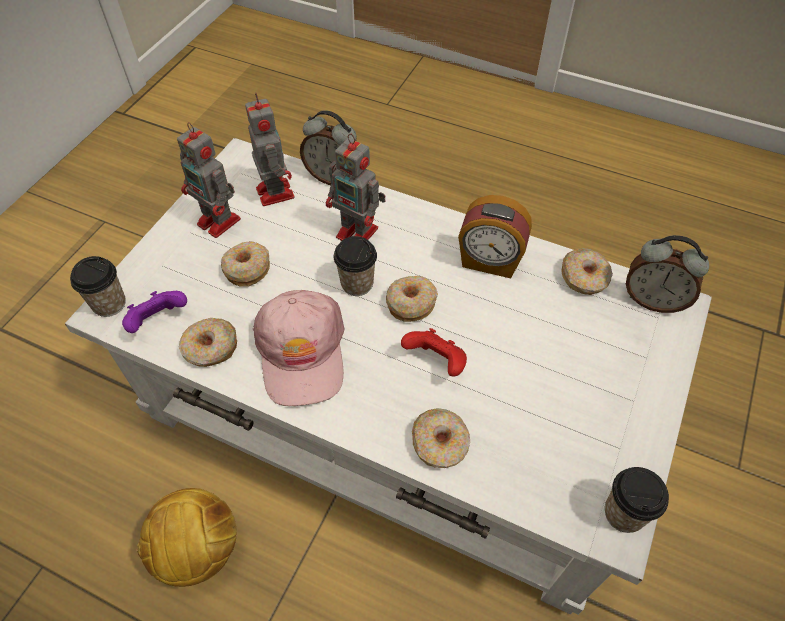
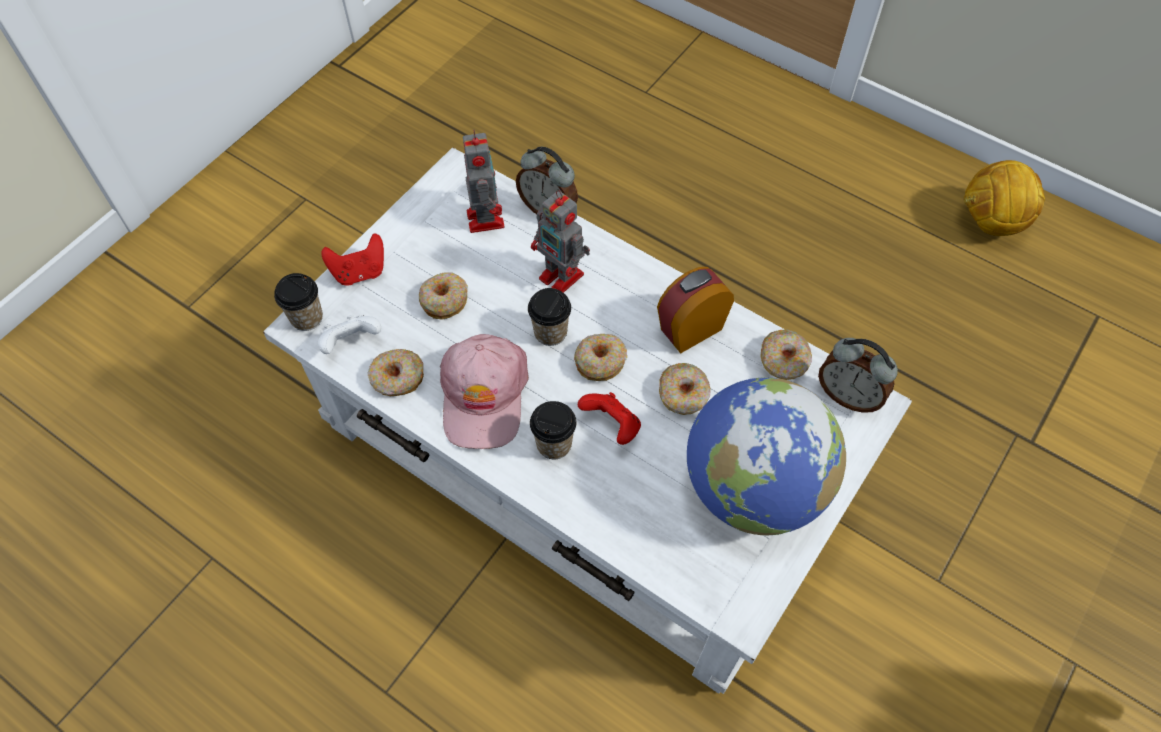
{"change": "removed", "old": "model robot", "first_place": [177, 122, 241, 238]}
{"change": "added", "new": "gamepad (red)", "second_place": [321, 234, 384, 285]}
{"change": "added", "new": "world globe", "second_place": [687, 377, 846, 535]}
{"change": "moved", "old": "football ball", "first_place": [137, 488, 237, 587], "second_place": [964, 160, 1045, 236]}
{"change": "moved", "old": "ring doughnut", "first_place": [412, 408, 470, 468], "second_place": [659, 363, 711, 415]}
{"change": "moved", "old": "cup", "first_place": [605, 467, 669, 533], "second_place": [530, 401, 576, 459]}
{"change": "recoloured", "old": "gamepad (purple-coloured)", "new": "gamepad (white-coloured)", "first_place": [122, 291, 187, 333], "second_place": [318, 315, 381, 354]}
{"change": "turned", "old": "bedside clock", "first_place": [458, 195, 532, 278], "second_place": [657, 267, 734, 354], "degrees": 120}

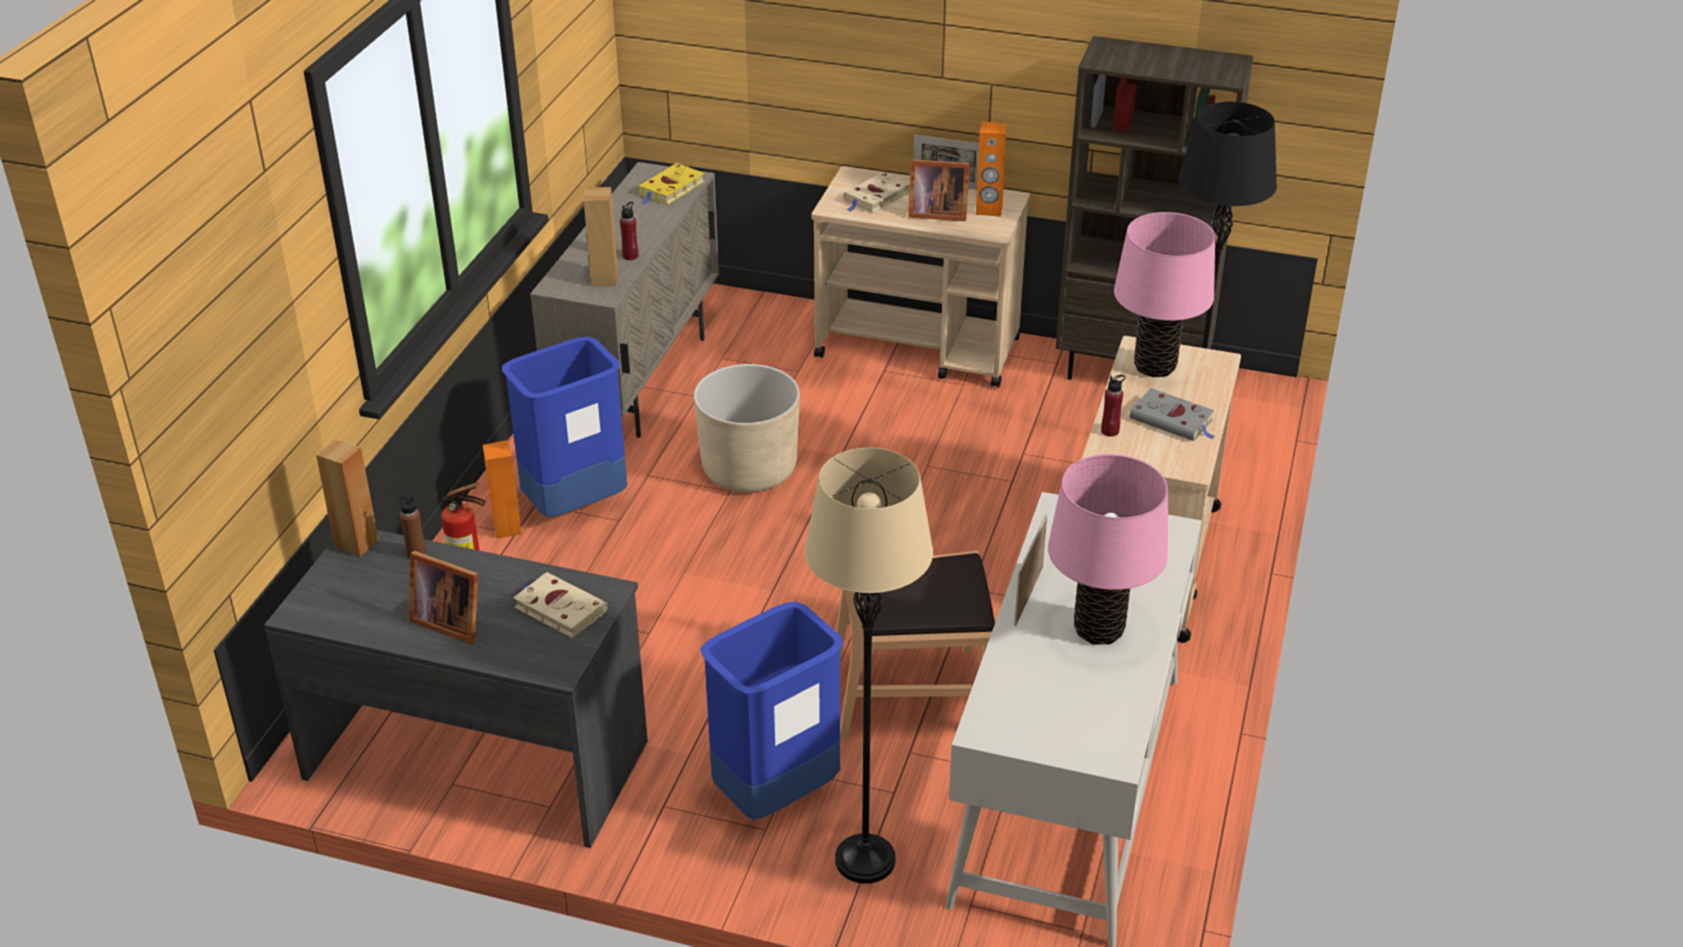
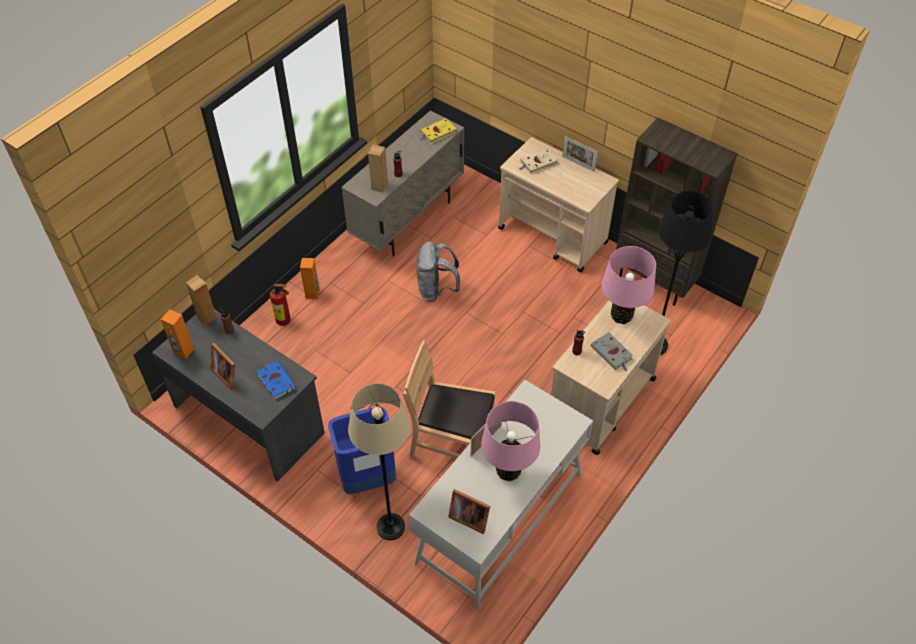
{"change": "removed", "old": "trash can (blue)", "first_place": [502, 337, 627, 517]}
{"change": "moved", "old": "picture frame", "first_place": [908, 159, 970, 221], "second_place": [448, 489, 490, 534]}
{"change": "moved", "old": "speaker (orange)", "first_place": [976, 122, 1006, 216], "second_place": [161, 309, 194, 359]}
{"change": "replaced", "old": "planter (beige-coloured)", "new": "backpack (gray)", "first_place": [694, 364, 800, 492], "second_place": [417, 241, 460, 302]}
{"change": "recoloured", "old": "book (beige-coloured)", "new": "book (blue)", "first_place": [513, 572, 607, 638], "second_place": [257, 361, 296, 400]}

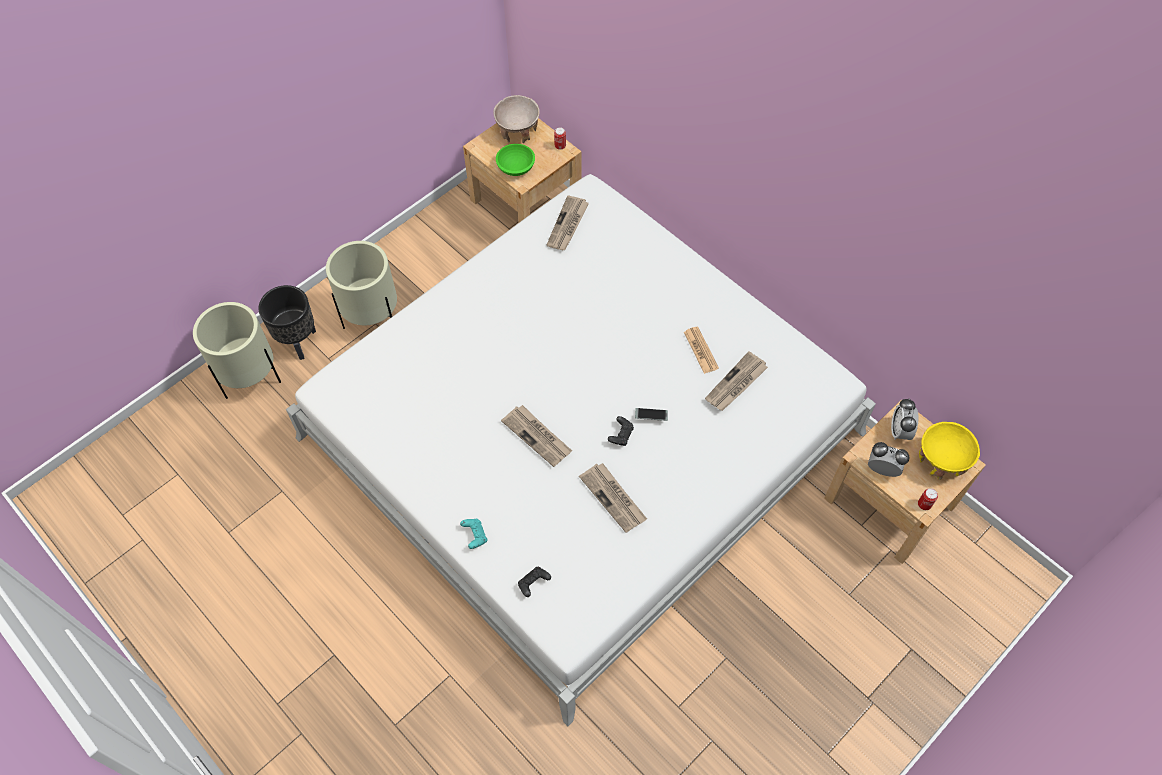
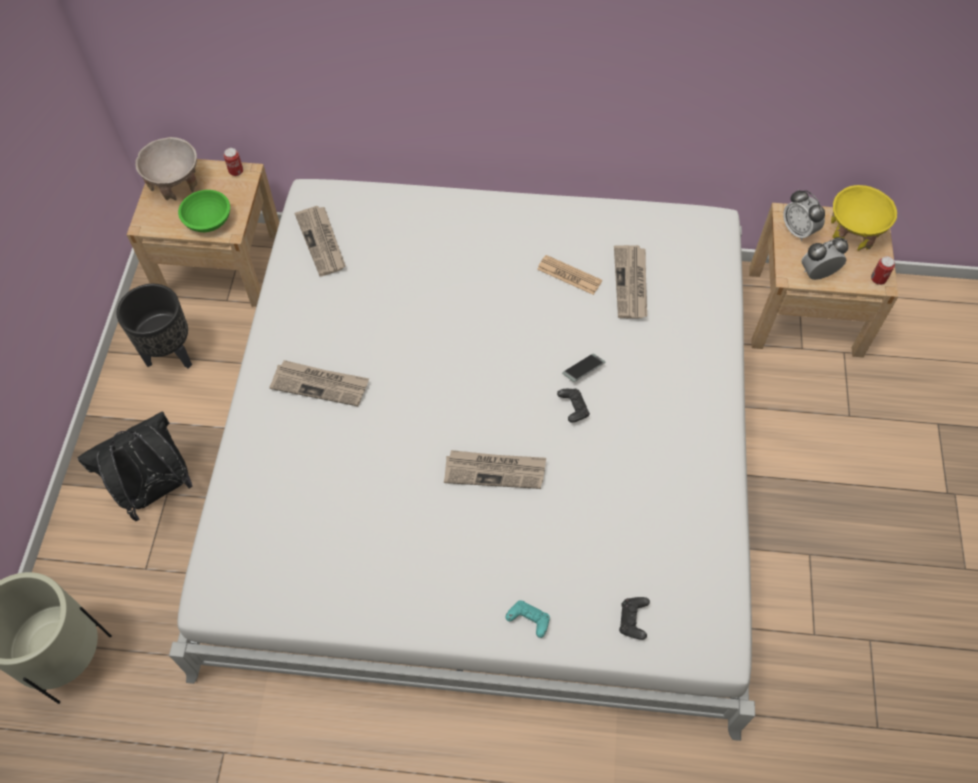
{"change": "moved", "old": "planter (blackish)", "first_place": [258, 285, 316, 360], "second_place": [116, 284, 192, 369]}
{"change": "moved", "old": "printed paper", "first_place": [579, 463, 647, 533], "second_place": [270, 360, 369, 406]}
{"change": "replaced", "old": "planter (beige-coloured)", "new": "backpack (blackish)", "first_place": [326, 241, 397, 329], "second_place": [78, 411, 193, 521]}

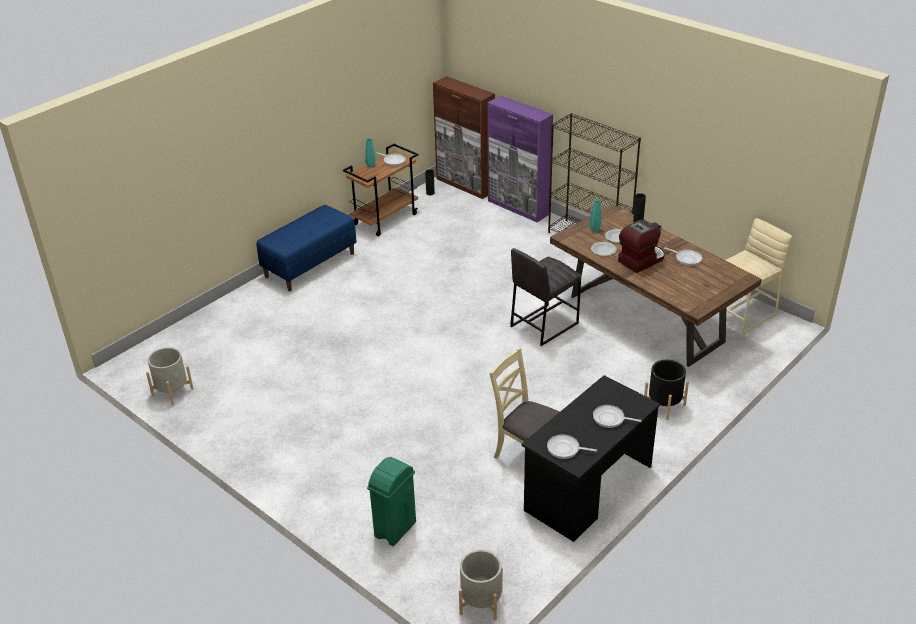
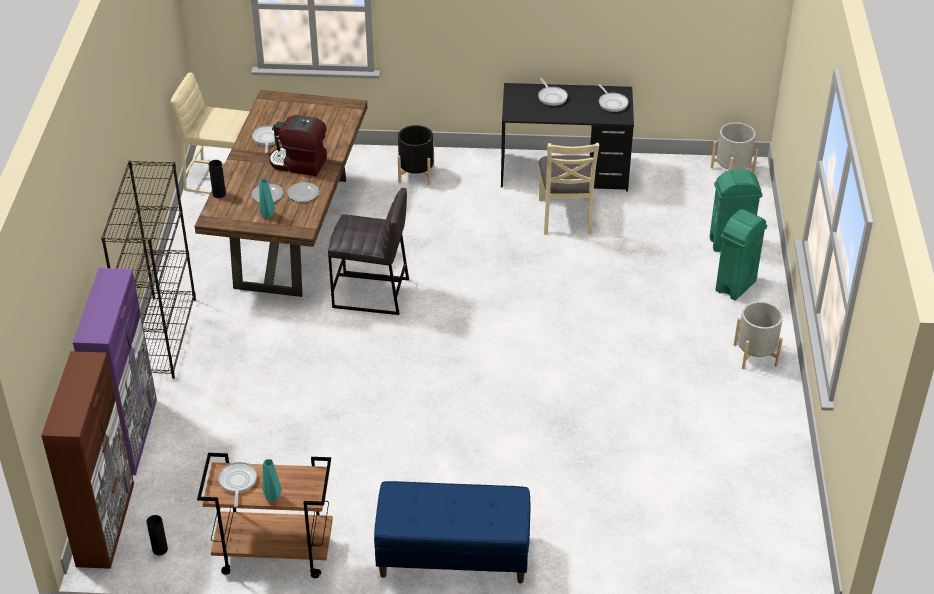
{"change": "added", "new": "trash can (greenish)", "second_place": [715, 209, 767, 300]}
{"change": "moved", "old": "planter (gray)", "first_place": [146, 347, 194, 405], "second_place": [734, 301, 783, 369]}

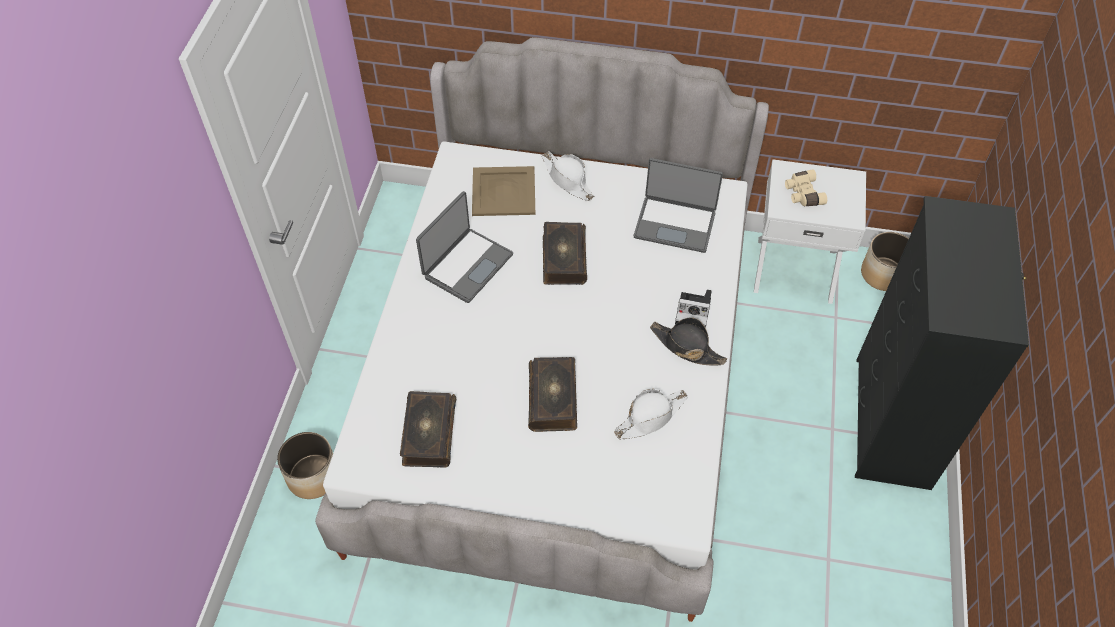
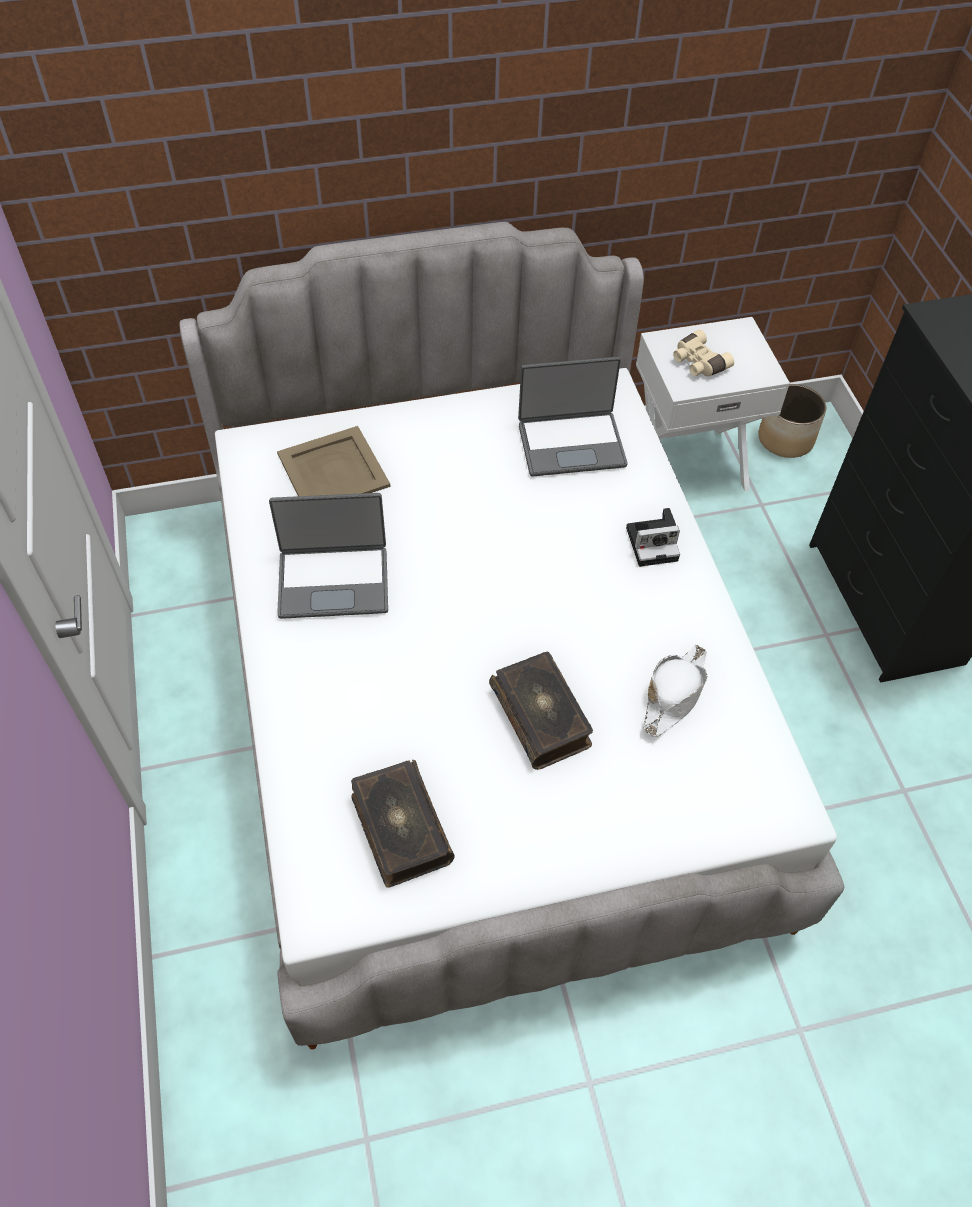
{"change": "removed", "old": "planter", "first_place": [277, 432, 333, 499]}
{"change": "removed", "old": "clothing hat (white-coloured)", "first_place": [542, 151, 594, 201]}
{"change": "removed", "old": "book", "first_place": [543, 222, 587, 285]}
{"change": "removed", "old": "clothing hat (blackish)", "first_place": [650, 317, 727, 365]}
{"change": "turned", "old": "portable computer", "first_place": [416, 191, 513, 303], "second_place": [269, 493, 388, 619], "degrees": 75}

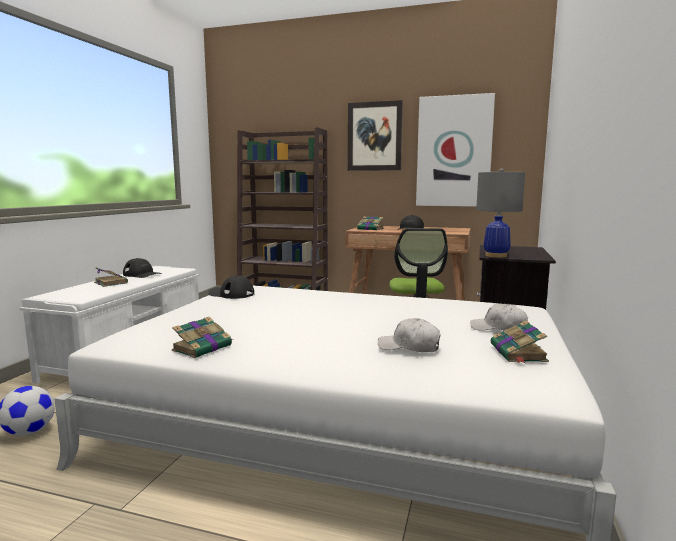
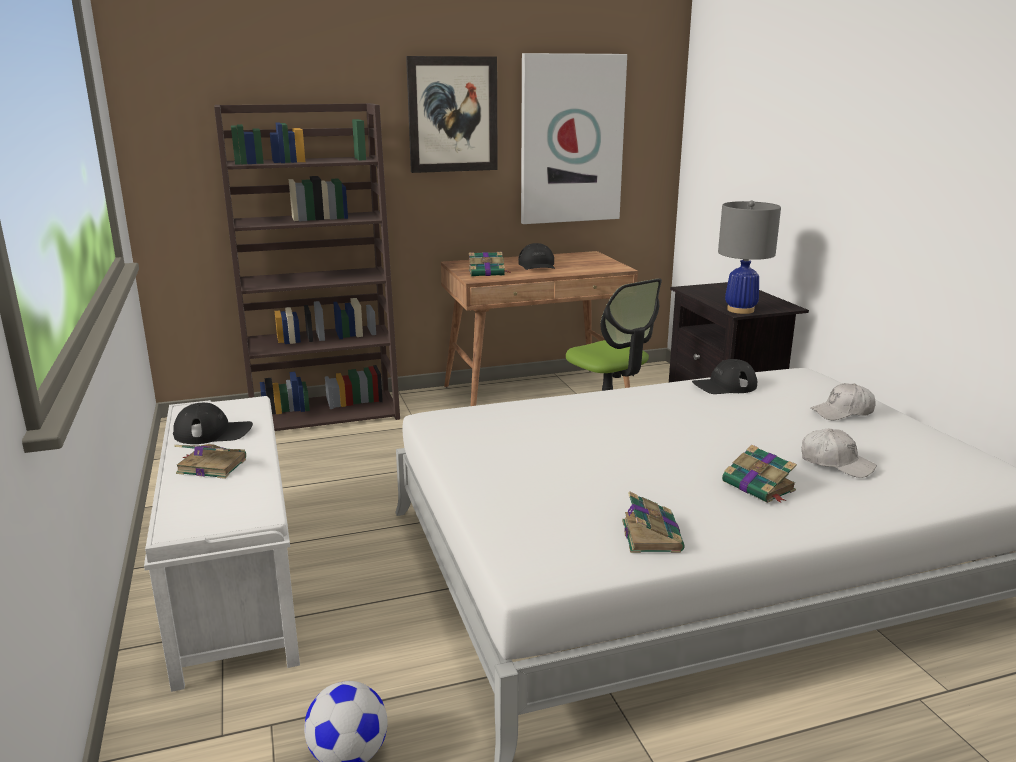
{"change": "moved", "old": "cap (blackish)", "first_place": [208, 276, 254, 299], "second_place": [692, 359, 757, 394]}
{"change": "moved", "old": "book", "first_place": [491, 321, 549, 363], "second_place": [722, 445, 797, 503]}
{"change": "turned", "old": "cap (white-coloured)", "first_place": [378, 318, 440, 352], "second_place": [802, 429, 877, 478], "degrees": -135}

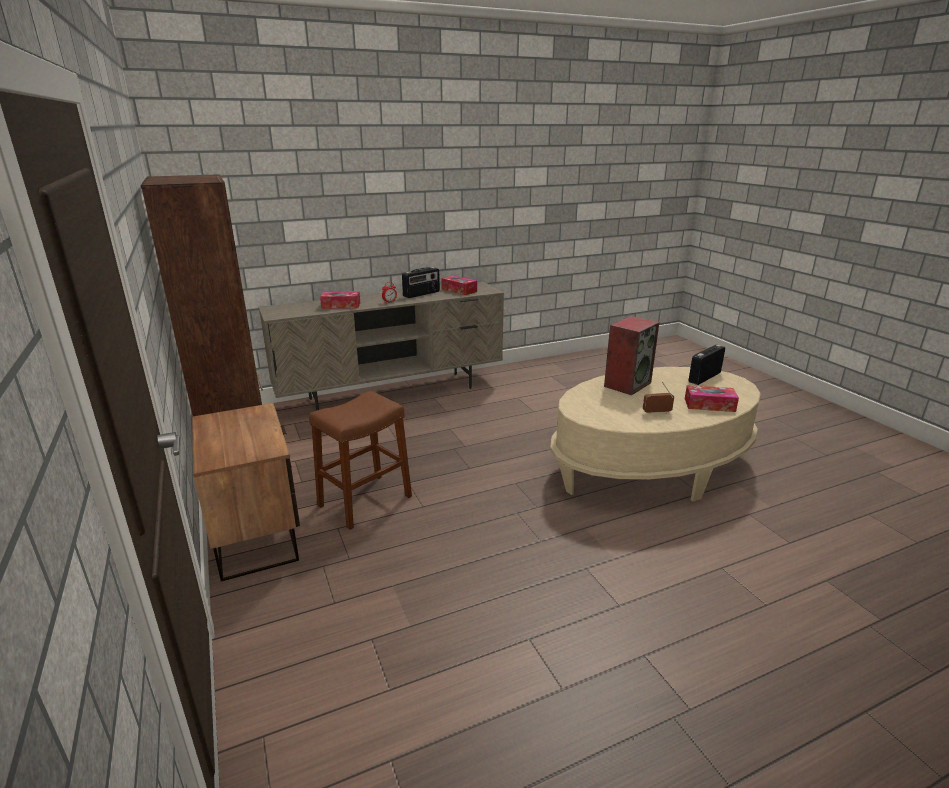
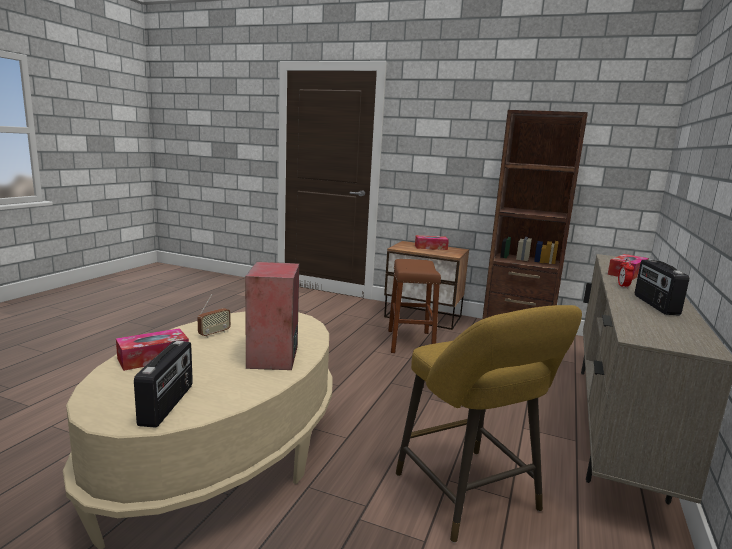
{"change": "added", "new": "stool seat (yellowish)", "second_place": [396, 305, 582, 543]}
{"change": "moved", "old": "box of tissues", "first_place": [441, 275, 477, 295], "second_place": [415, 235, 449, 250]}

